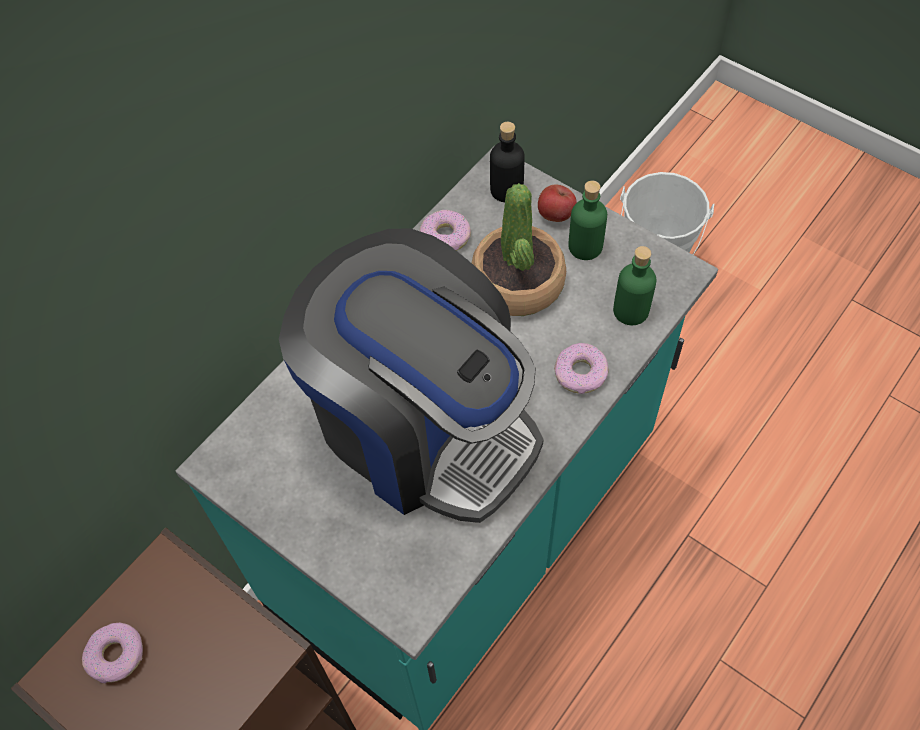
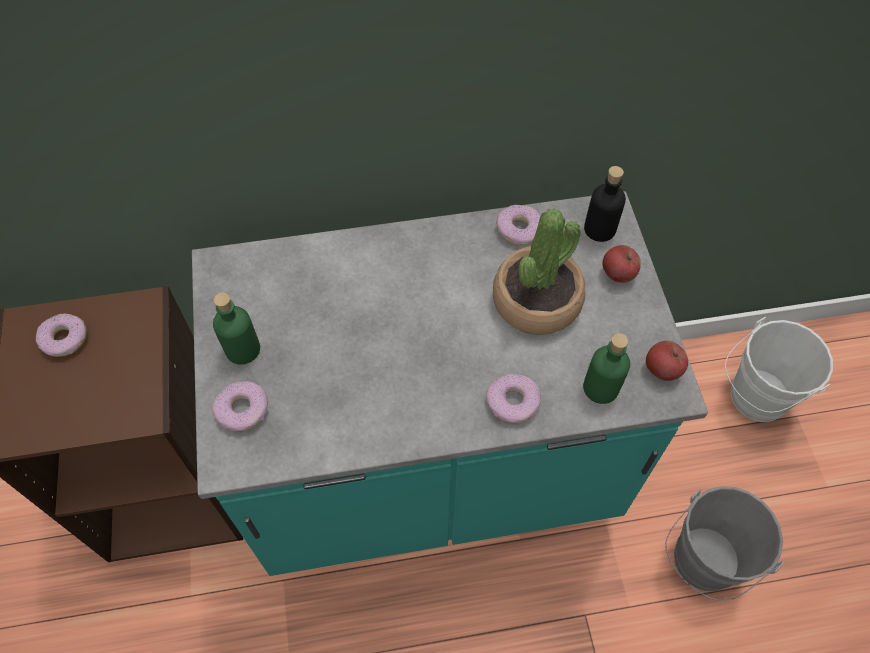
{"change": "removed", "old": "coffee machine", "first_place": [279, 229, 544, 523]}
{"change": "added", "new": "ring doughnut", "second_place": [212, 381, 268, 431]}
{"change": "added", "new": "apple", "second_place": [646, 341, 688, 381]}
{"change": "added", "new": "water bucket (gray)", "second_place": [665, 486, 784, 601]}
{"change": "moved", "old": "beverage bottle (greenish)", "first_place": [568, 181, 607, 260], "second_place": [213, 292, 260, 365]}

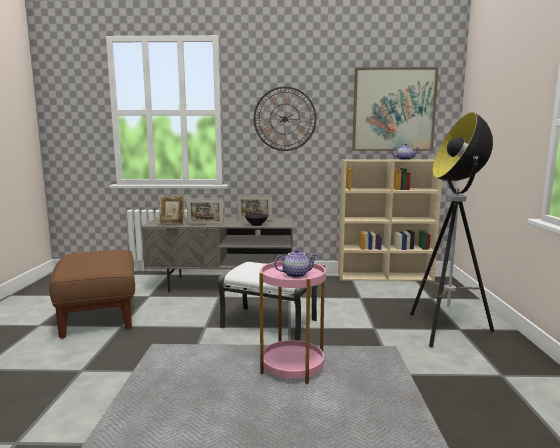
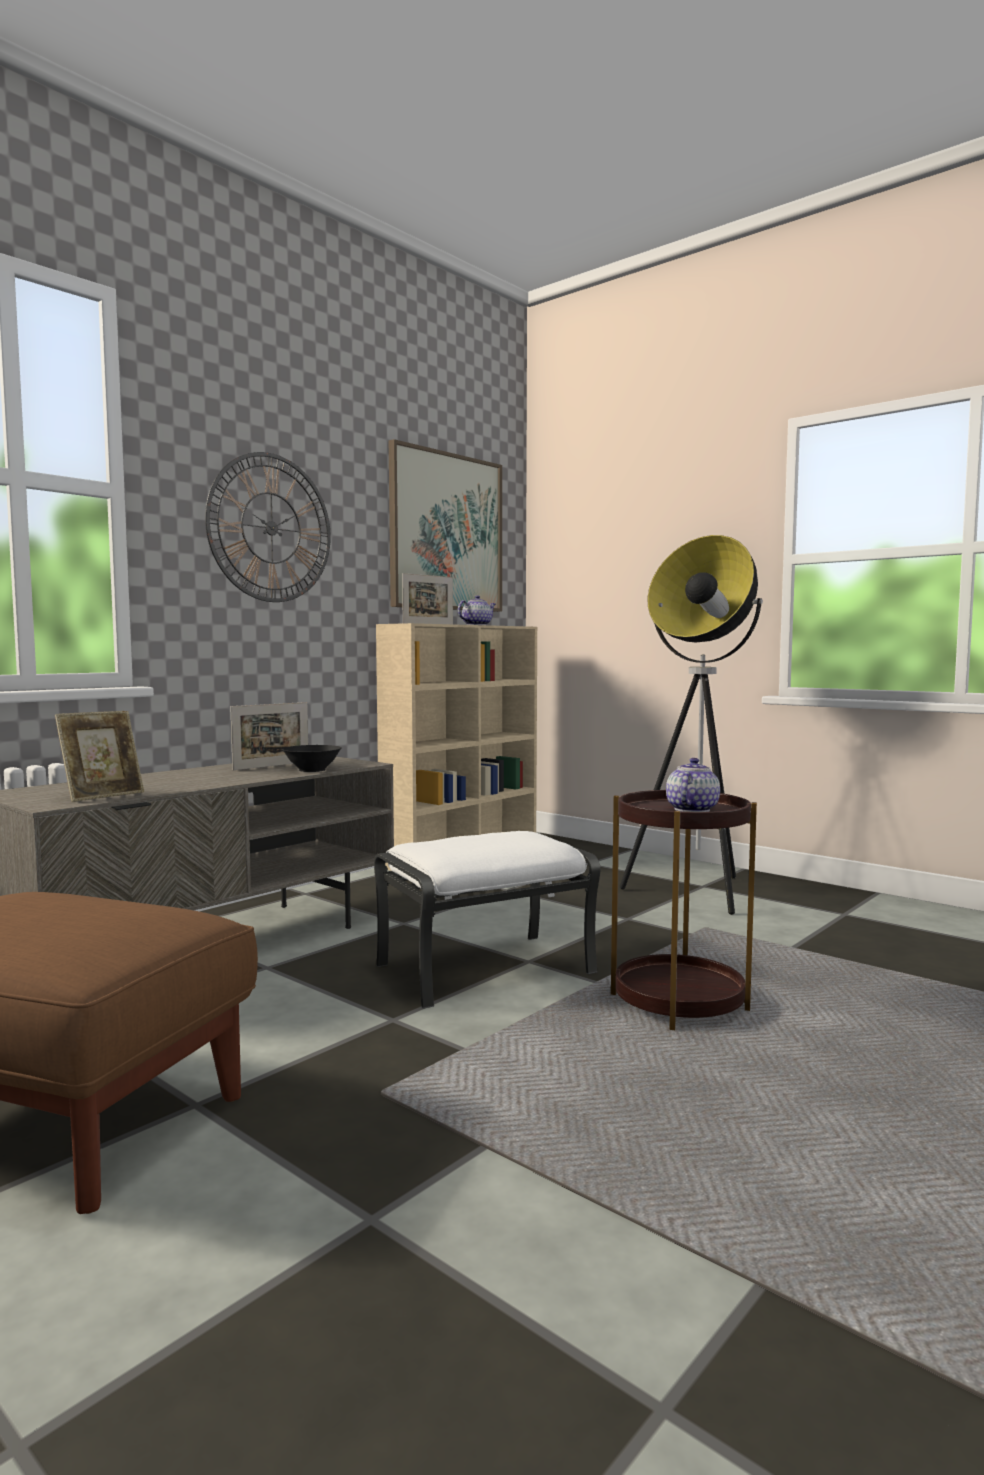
{"change": "moved", "old": "picture frame", "first_place": [186, 199, 224, 225], "second_place": [402, 573, 453, 624]}
{"change": "recoloured", "old": "end table (pink-coloured)", "new": "end table (brownish)", "first_place": [259, 260, 326, 384], "second_place": [611, 790, 757, 1030]}

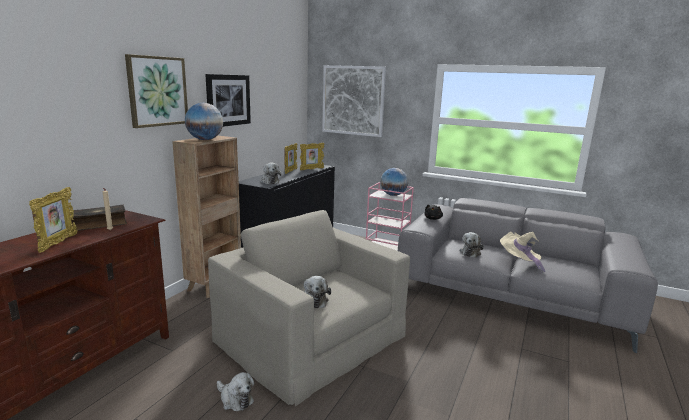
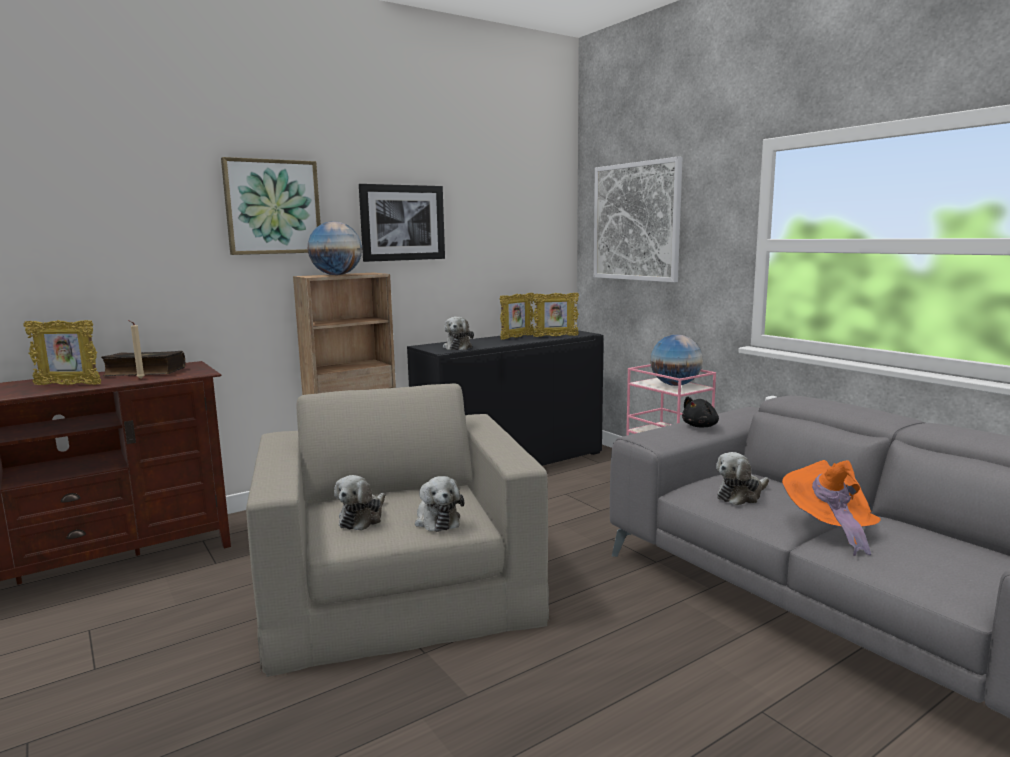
{"change": "moved", "old": "cuddly toy", "first_place": [217, 372, 254, 411], "second_place": [415, 476, 464, 532]}
{"change": "recoloured", "old": "clothing hat (beige-coloured)", "new": "clothing hat (orange)", "first_place": [500, 232, 546, 273], "second_place": [782, 460, 881, 556]}
{"change": "turned", "old": "picture frame", "first_place": [29, 187, 78, 253], "second_place": [23, 320, 101, 385], "degrees": 60}

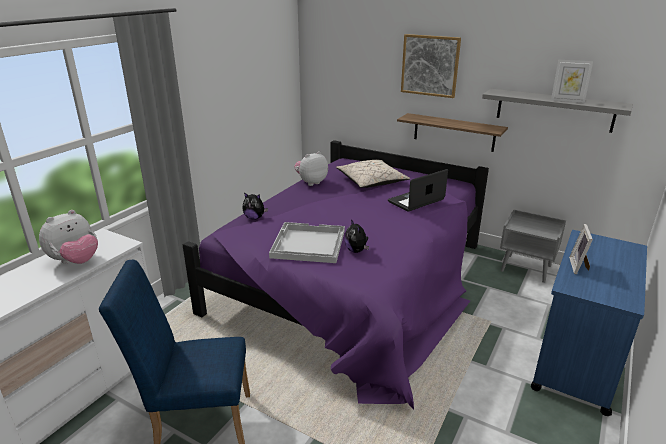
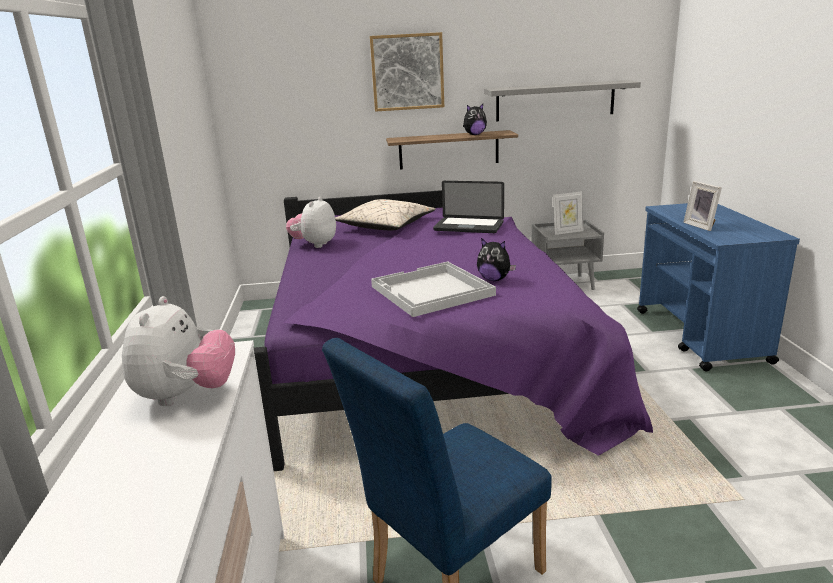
{"change": "moved", "old": "cuddly toy", "first_place": [242, 193, 268, 220], "second_place": [463, 104, 487, 135]}
{"change": "moved", "old": "picture frame", "first_place": [551, 60, 593, 103], "second_place": [553, 191, 583, 235]}
{"change": "turned", "old": "portable computer", "first_place": [388, 169, 448, 212], "second_place": [433, 181, 504, 233], "degrees": -90}

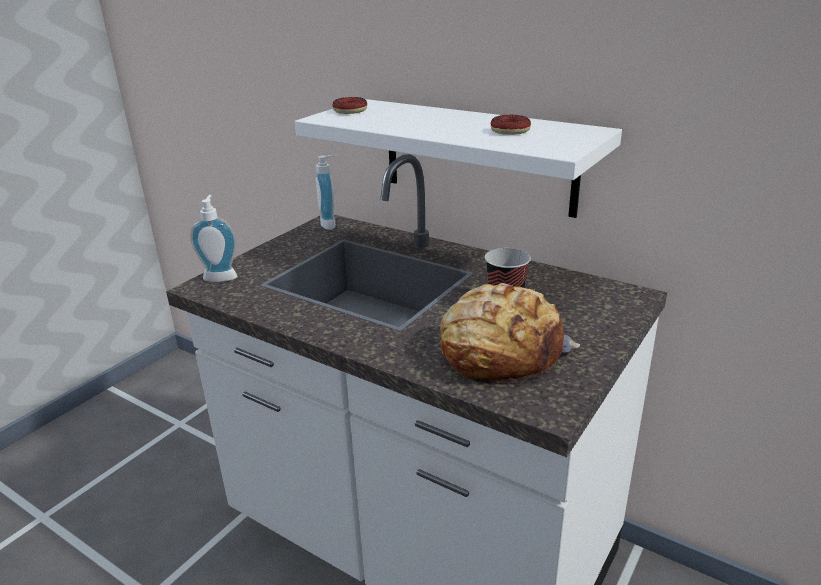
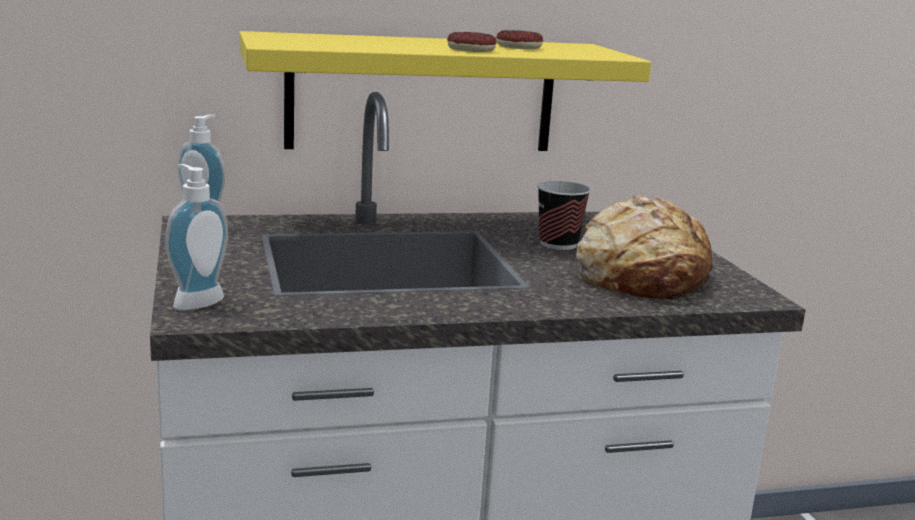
{"change": "moved", "old": "ring doughnut", "first_place": [332, 97, 367, 114], "second_place": [447, 32, 497, 52]}
{"change": "recoloured", "old": "wall shelf (white-coloured)", "new": "wall shelf (yellowish)", "first_place": [295, 99, 622, 218], "second_place": [239, 31, 651, 151]}

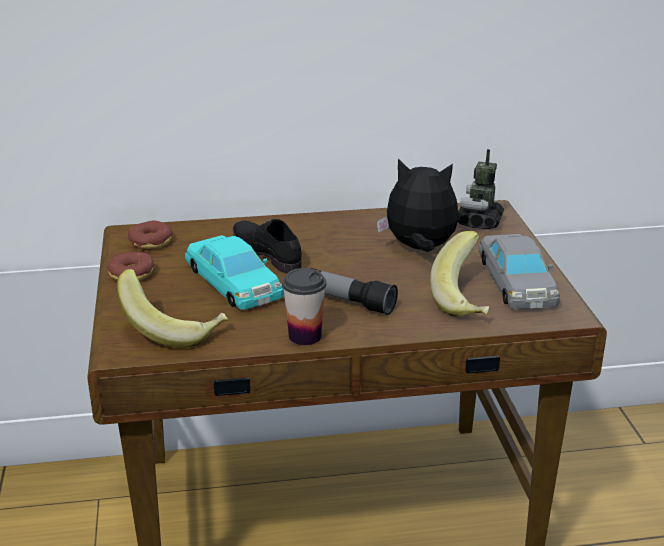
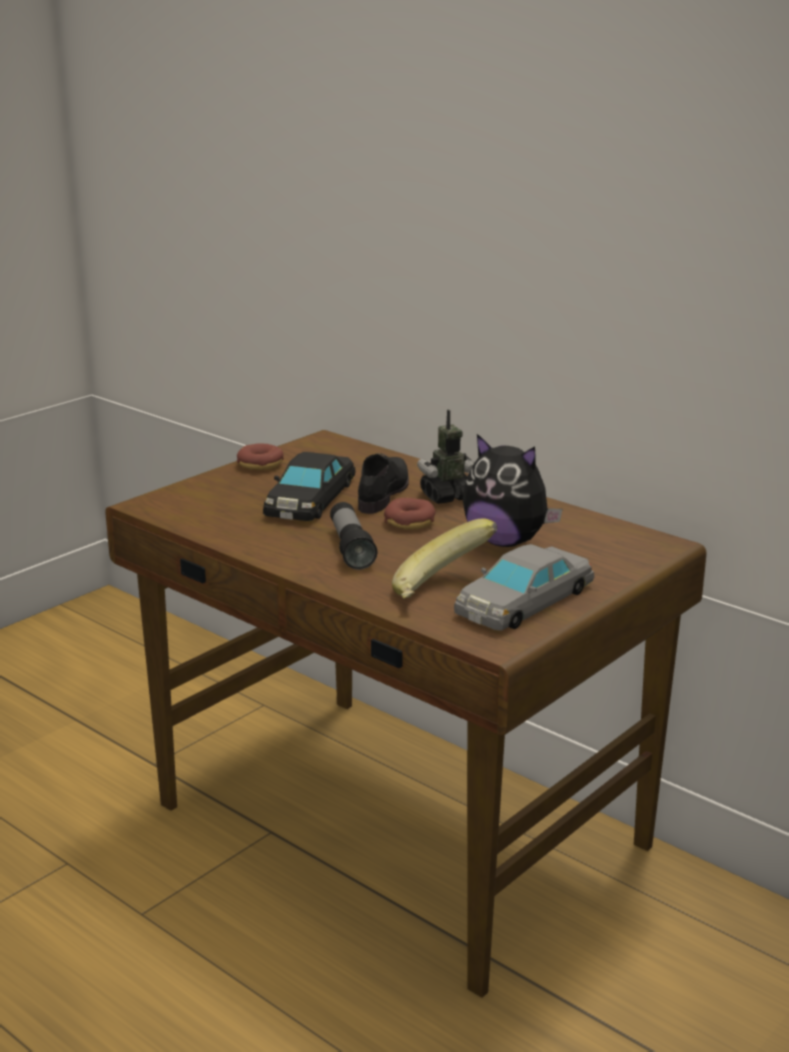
{"change": "removed", "old": "whole banana", "first_place": [116, 269, 228, 348]}
{"change": "removed", "old": "cup", "first_place": [282, 268, 326, 345]}
{"change": "moved", "old": "ring doughnut", "first_place": [128, 221, 173, 249], "second_place": [384, 498, 436, 530]}
{"change": "moved", "old": "model robot", "first_place": [458, 149, 504, 229], "second_place": [417, 410, 474, 504]}
{"change": "recoloured", "old": "model car (blue-green)", "new": "model car (blackish)", "first_place": [185, 235, 284, 310], "second_place": [263, 452, 356, 521]}
{"change": "turned", "old": "cuddly toy", "first_place": [376, 159, 459, 252], "second_place": [462, 434, 563, 547], "degrees": 150}

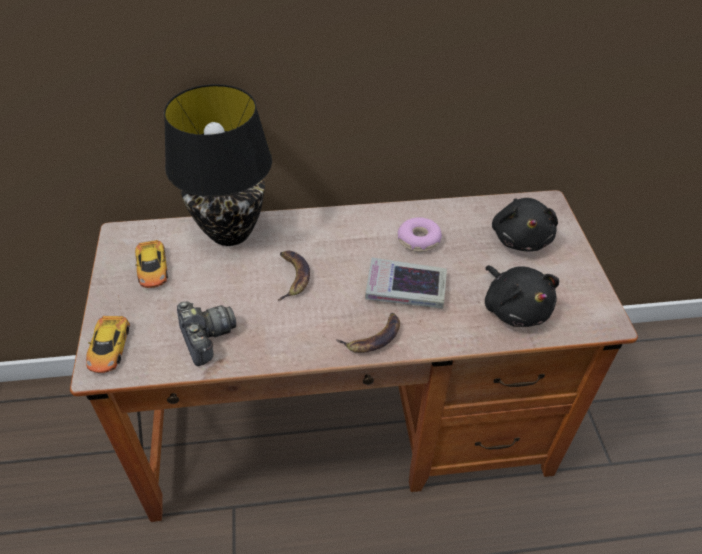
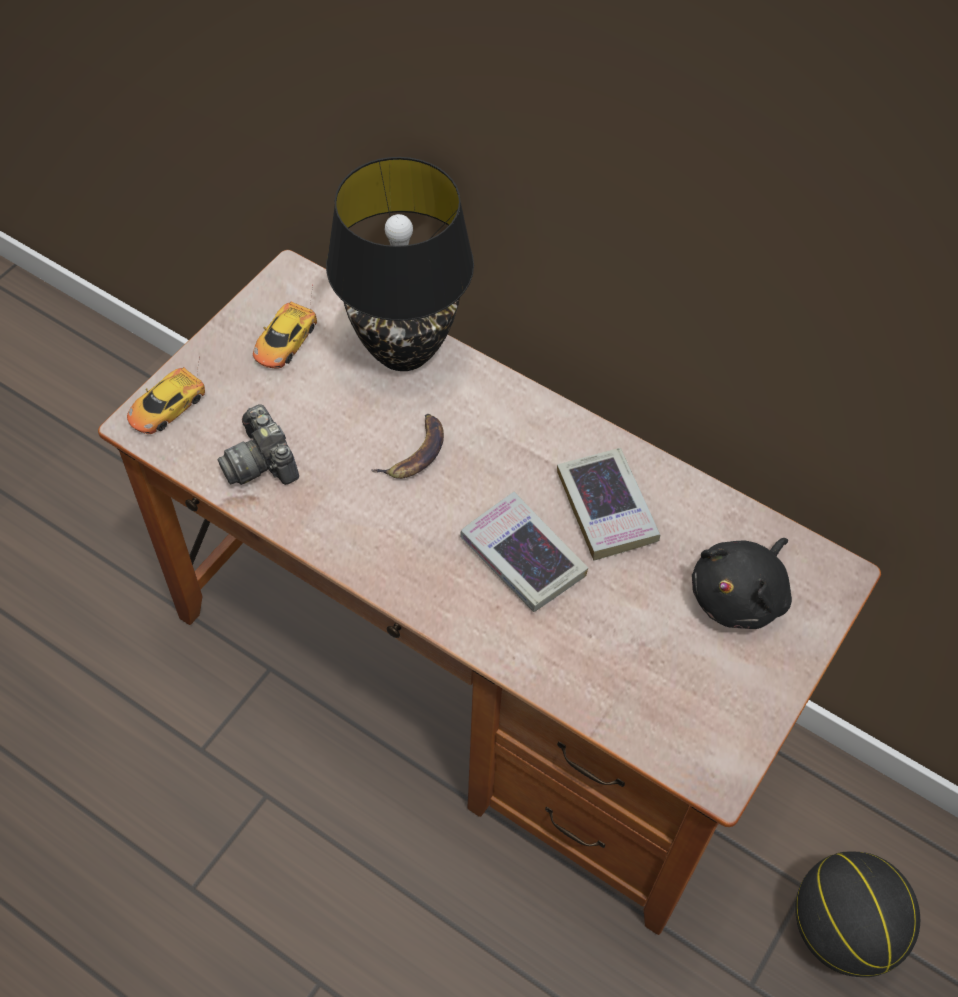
{"change": "removed", "old": "whole banana", "first_place": [336, 313, 400, 353]}
{"change": "removed", "old": "cuddly toy (blackish)", "first_place": [485, 265, 559, 327]}
{"change": "added", "new": "basketball", "second_place": [795, 851, 920, 977]}
{"change": "replaced", "old": "ring doughnut", "new": "book", "first_place": [398, 217, 442, 252], "second_place": [557, 448, 660, 561]}
{"change": "turned", "old": "photo camera", "first_place": [177, 302, 236, 366], "second_place": [218, 405, 299, 485], "degrees": 135}

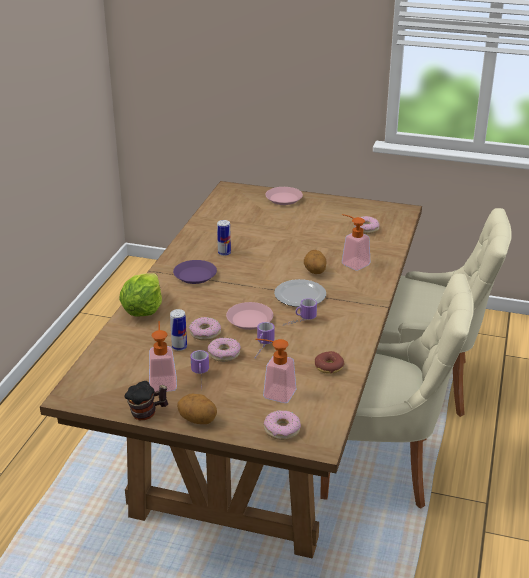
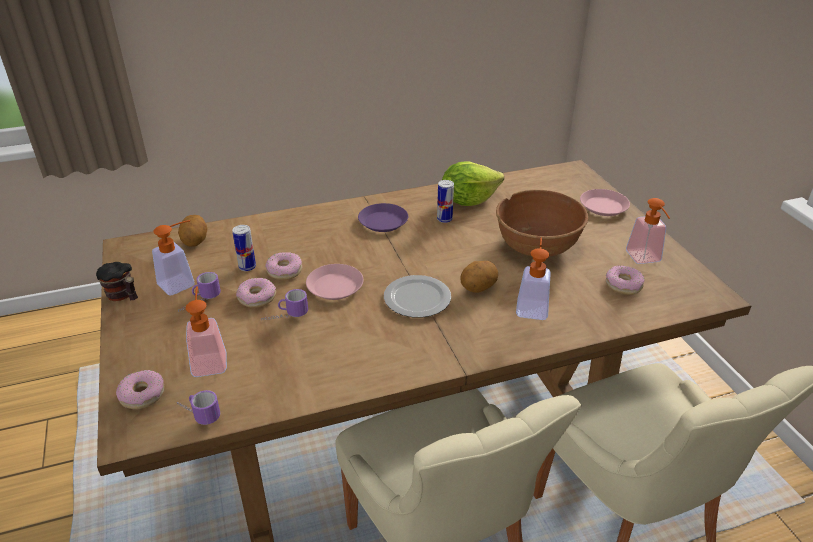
{"change": "removed", "old": "ring doughnut", "first_place": [315, 351, 344, 374]}
{"change": "added", "new": "deep dish (brownish)", "second_place": [496, 190, 588, 257]}
{"change": "added", "new": "liquid soap bottle", "second_place": [626, 198, 670, 264]}
{"change": "moved", "old": "lettuce head", "first_place": [119, 273, 162, 316], "second_place": [442, 162, 504, 206]}
{"change": "moved", "old": "spud", "first_place": [177, 394, 217, 424], "second_place": [178, 215, 208, 247]}
{"change": "moved", "old": "tea mug", "first_place": [284, 298, 317, 325], "second_place": [177, 390, 220, 425]}

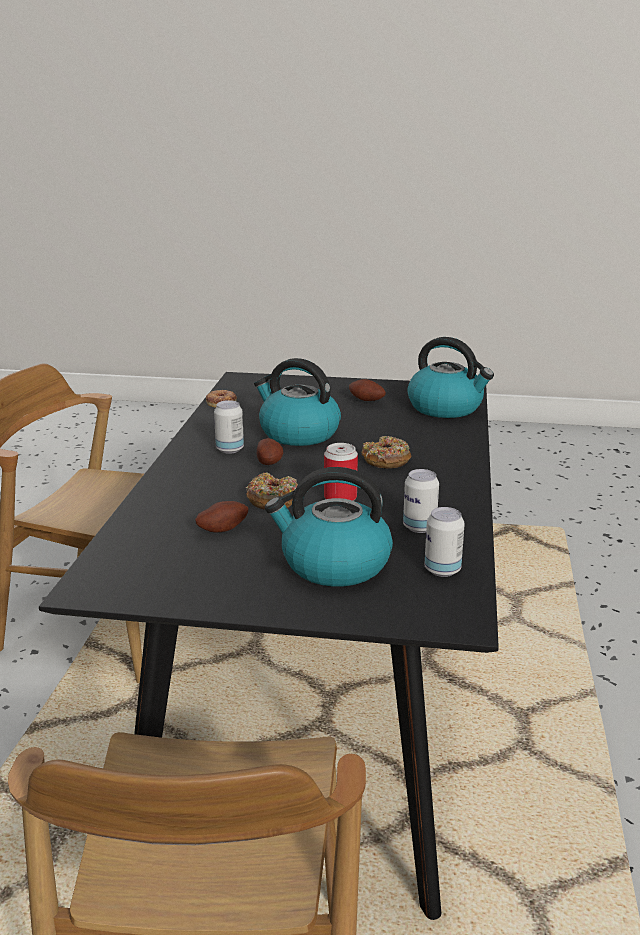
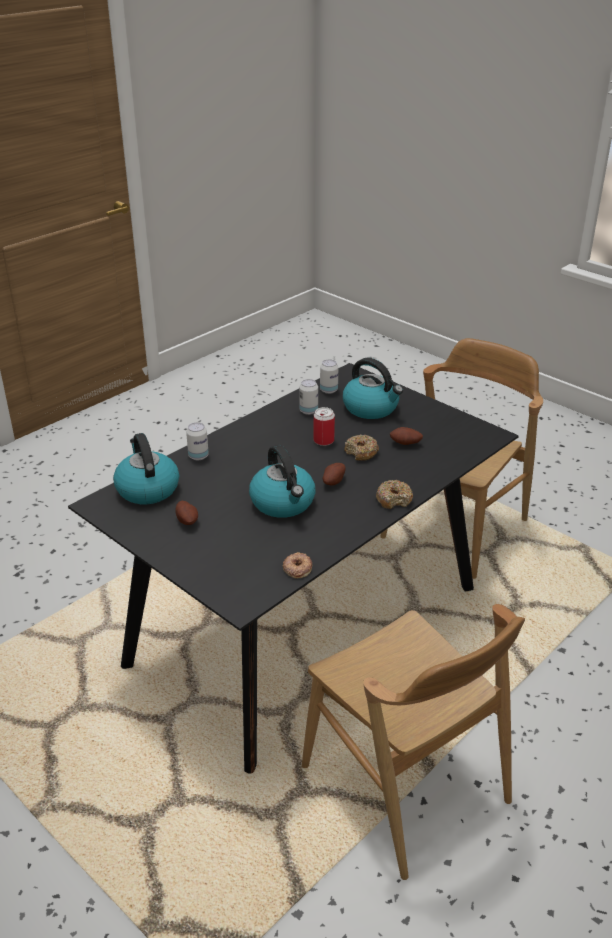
{"change": "moved", "old": "metal can", "first_place": [214, 400, 244, 454], "second_place": [186, 422, 209, 460]}
{"change": "moved", "old": "ring doughnut", "first_place": [361, 436, 411, 469], "second_place": [376, 480, 413, 509]}

